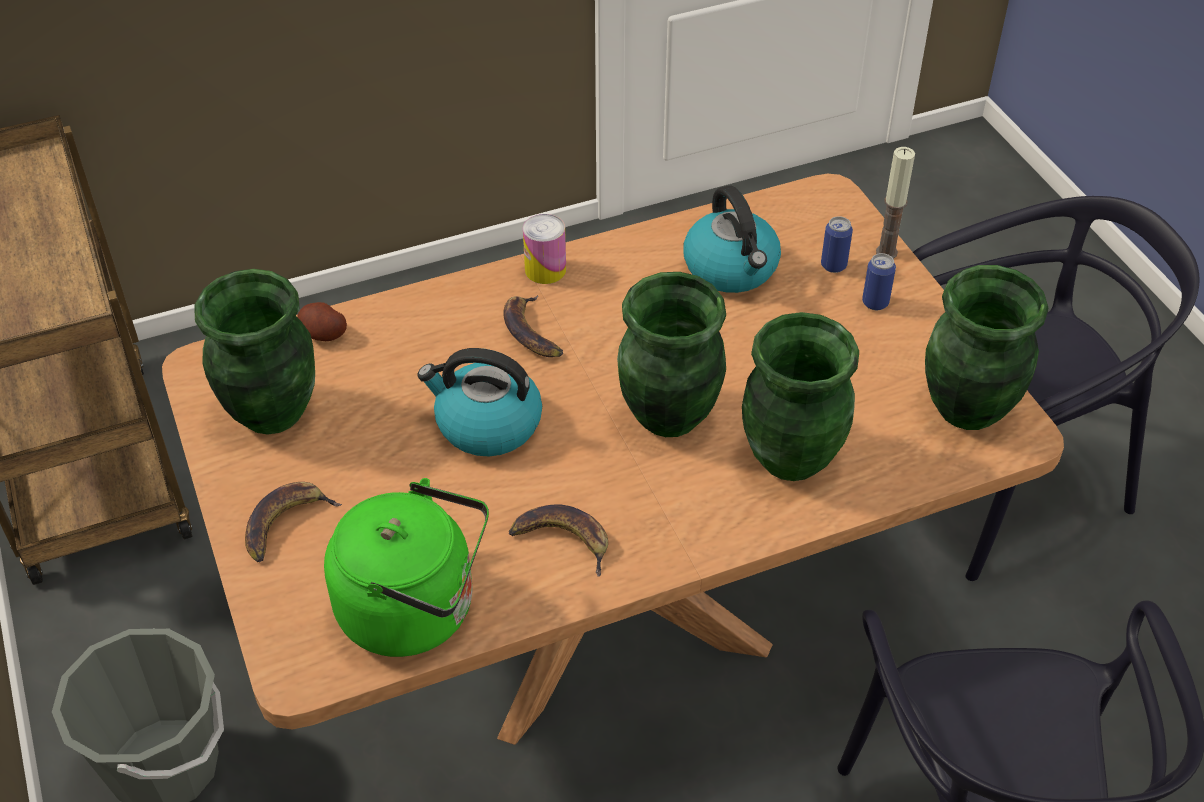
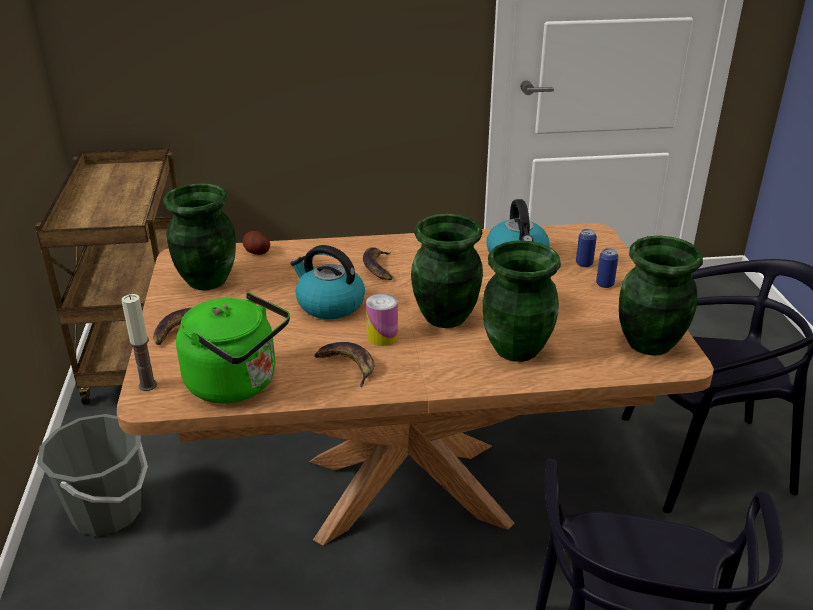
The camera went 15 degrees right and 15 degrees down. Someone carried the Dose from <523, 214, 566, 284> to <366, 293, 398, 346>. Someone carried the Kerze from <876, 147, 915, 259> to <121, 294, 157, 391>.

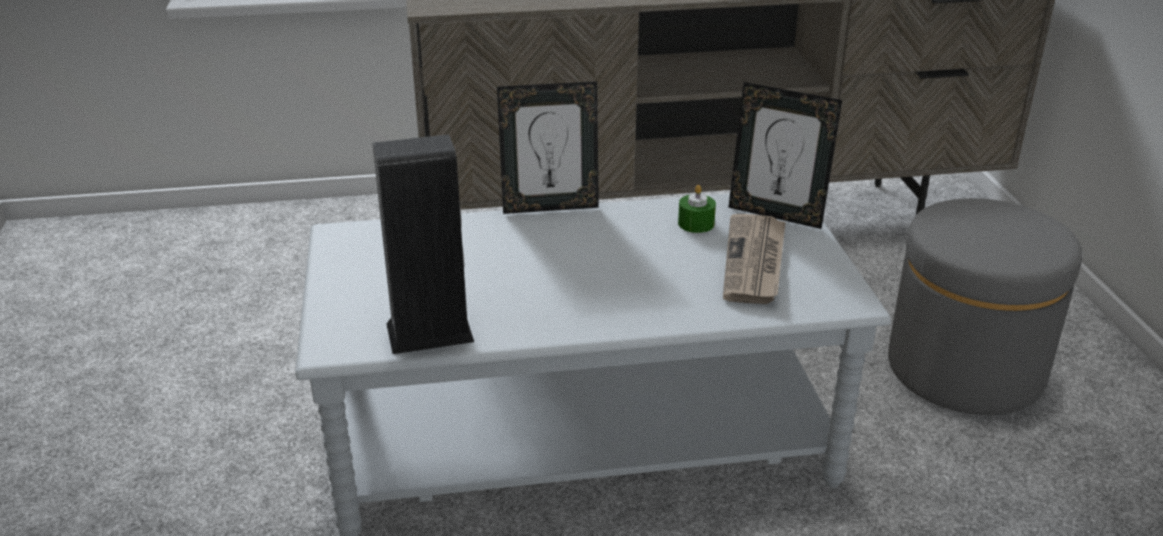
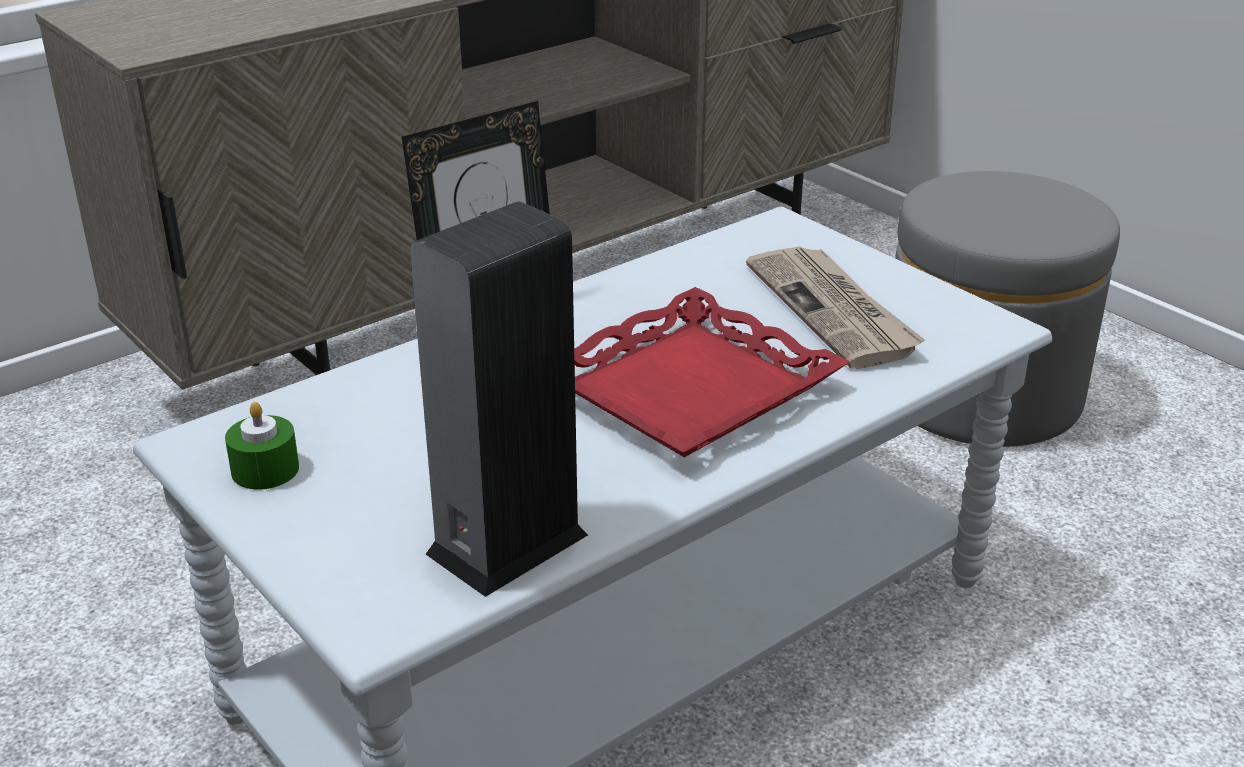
The camera went 30 degrees left and 0 degrees up. Someone took away the Bilderrahmen at <728, 82, 842, 229>. Someone put down the Tablett (rot) at <574, 287, 850, 457>. Someone carried the Kerze (grün) from <678, 185, 716, 233> to <225, 402, 299, 489>.

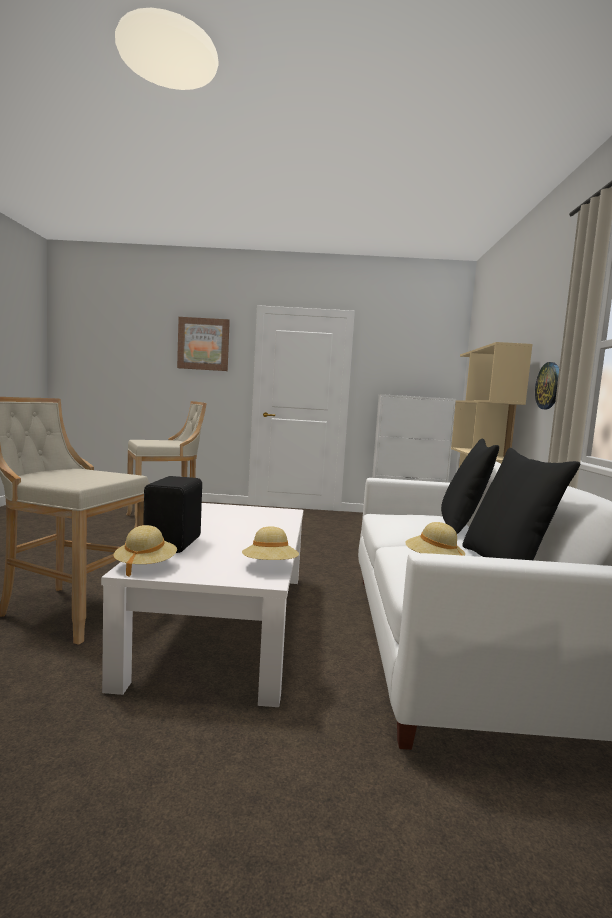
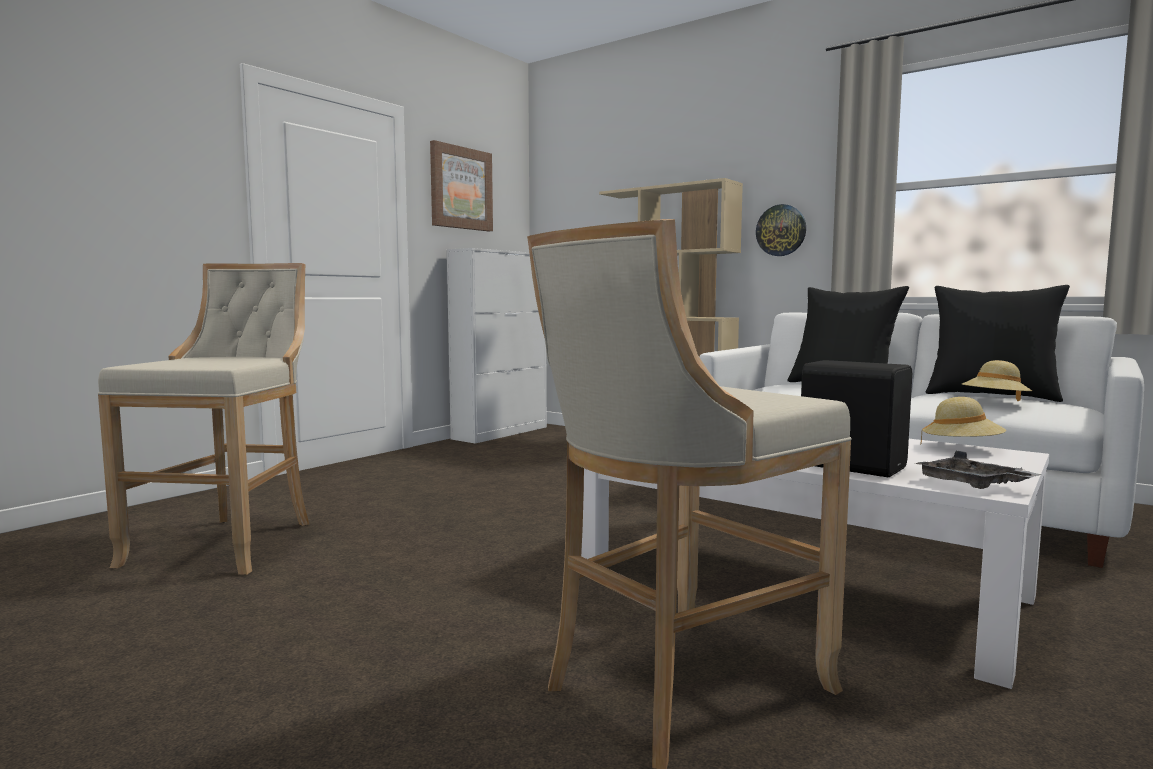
The camera went 55 degrees left and 0 degrees up. Someone carried the Bild from <177, 317, 230, 371> to <430, 140, 493, 231>. Someone swapped the Hut (beige) at <113, 525, 177, 577> for the Tablett (grau) at <915, 451, 1042, 489>.

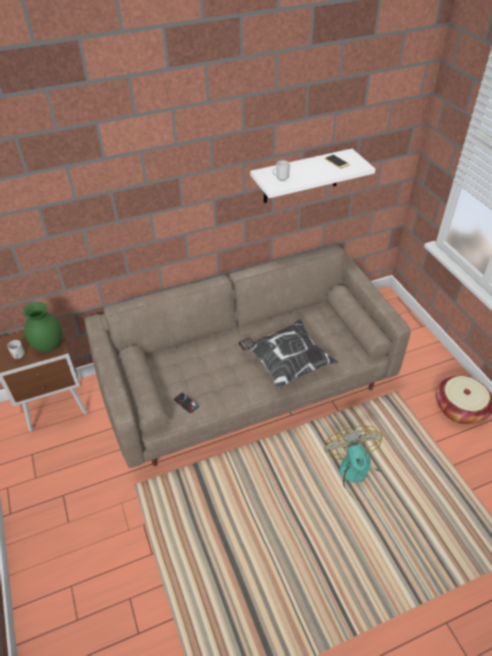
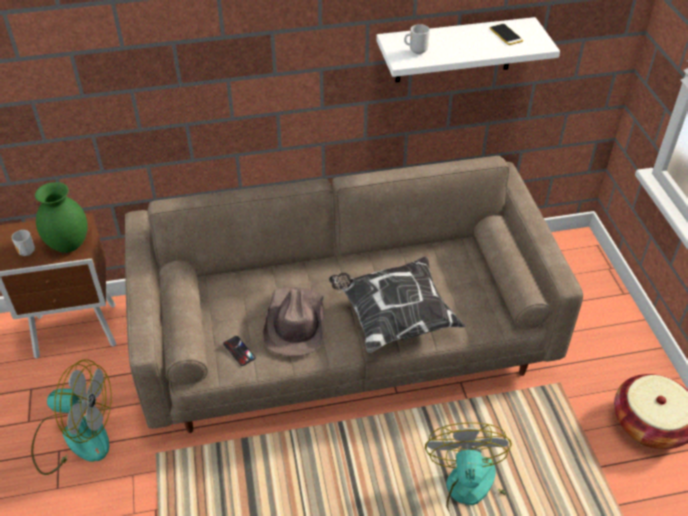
The camera went 10 degrees right and 0 degrees up. Someone put down the Ventilator at <31, 359, 111, 475>. Someone put down the Hut (braun) at <263, 287, 324, 357>.

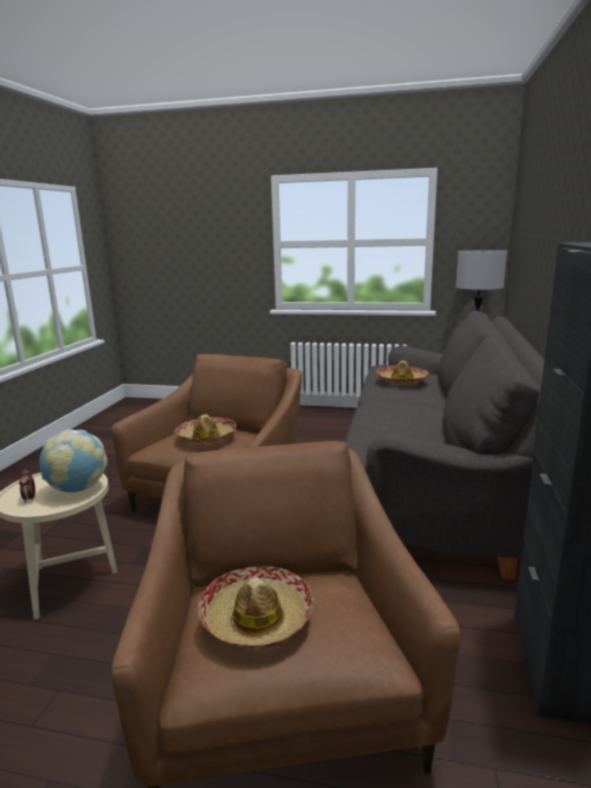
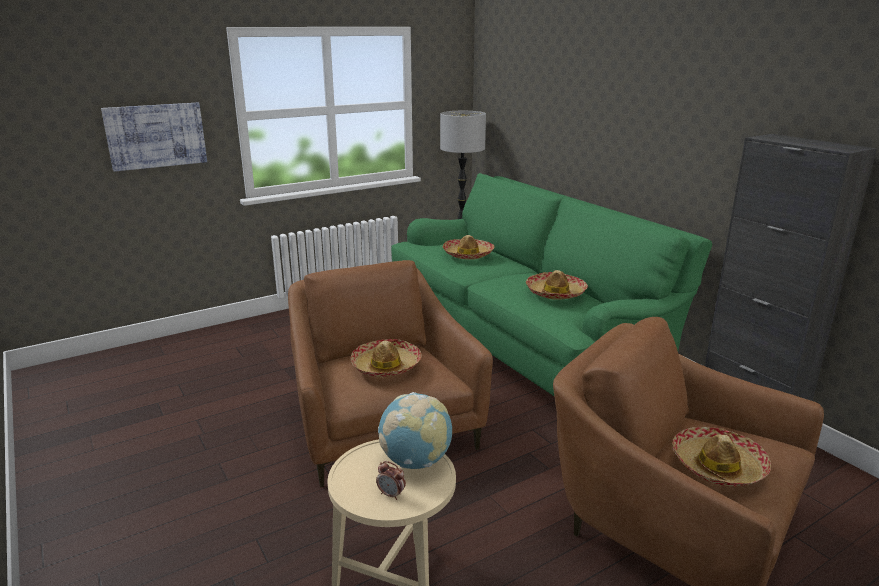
The camera went 45 degrees left and 5 degrees up. Someone put up the Bild at <101, 103, 207, 172>. Someone put down the Hut at <526, 270, 588, 300>. Someone repainted the Sofa (grau) at <344, 310, 545, 579>, which became the Sofa (grün) at <391, 173, 712, 396>.

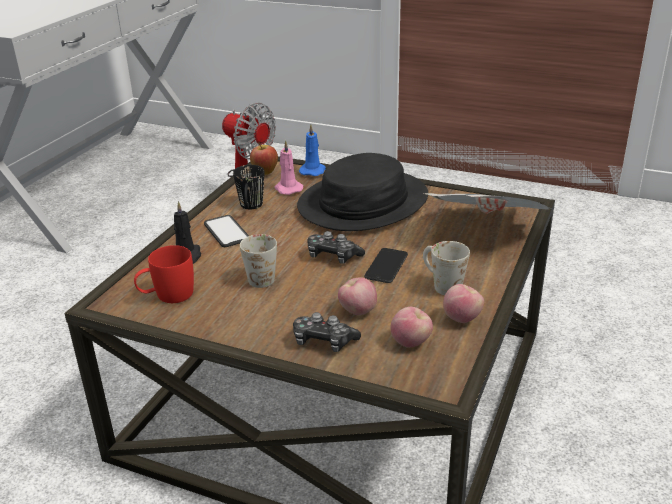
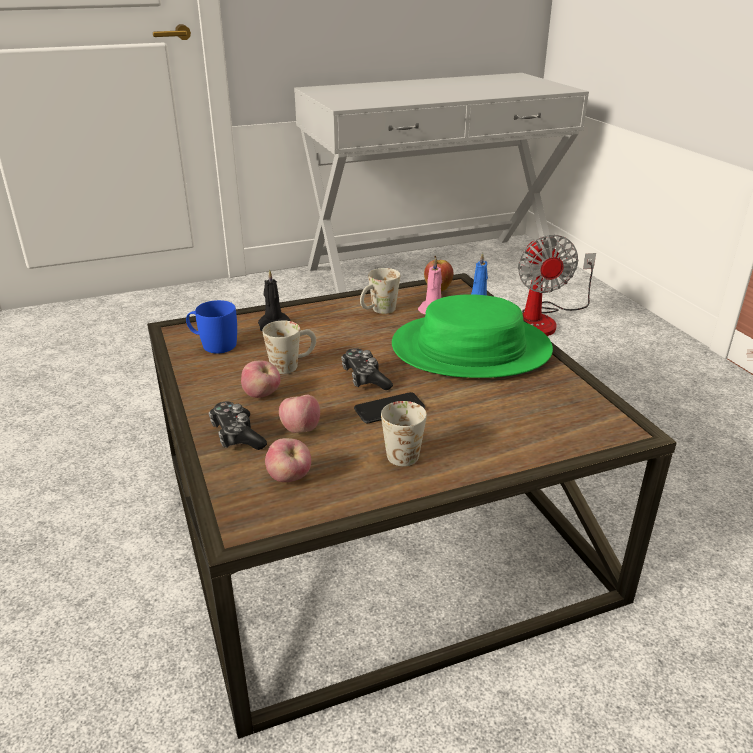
The camera went 45 degrees right and 0 degrees up. Someone took away the Handy at <204, 215, 249, 247>. Someone took away the Zeitung at <424, 193, 551, 214>. Someone carried the Apfel from <443, 284, 484, 323> to <241, 361, 281, 398>. Someone repainted the Henkelbecher (rot) at <134, 245, 194, 303>, which became the Henkelbecher (blau) at <186, 300, 237, 354>. Someone repainted the Henkelbecher (schwarz) at <233, 165, 264, 209>, which became the Henkelbecher (weiß) at <360, 268, 400, 314>. Someone repainted the Hut (schwarz) at <297, 153, 428, 231>, which became the Hut (grün) at <392, 294, 553, 378>.

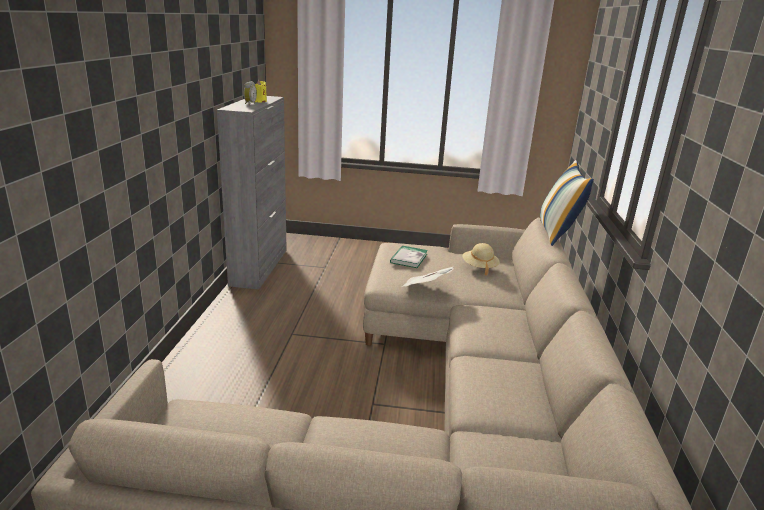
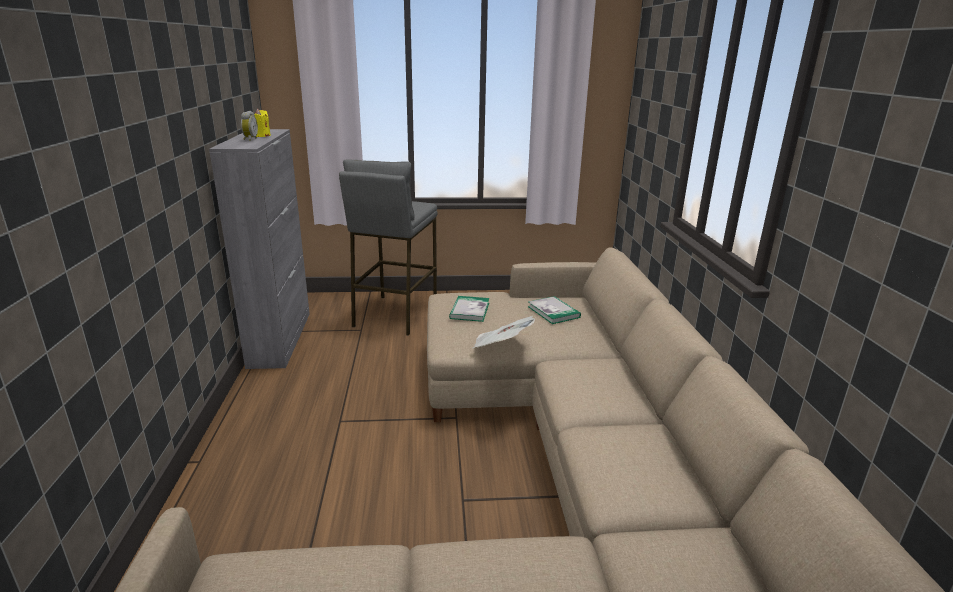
The camera went 10 degrees left and 0 degrees up. Someone took away the Kissen at <540, 160, 594, 246>. Someone put down the Hocker (grau) at <339, 159, 437, 336>. Someone swapped the Hut (beige) at <462, 243, 500, 276> for the Buch at <528, 296, 581, 324>.

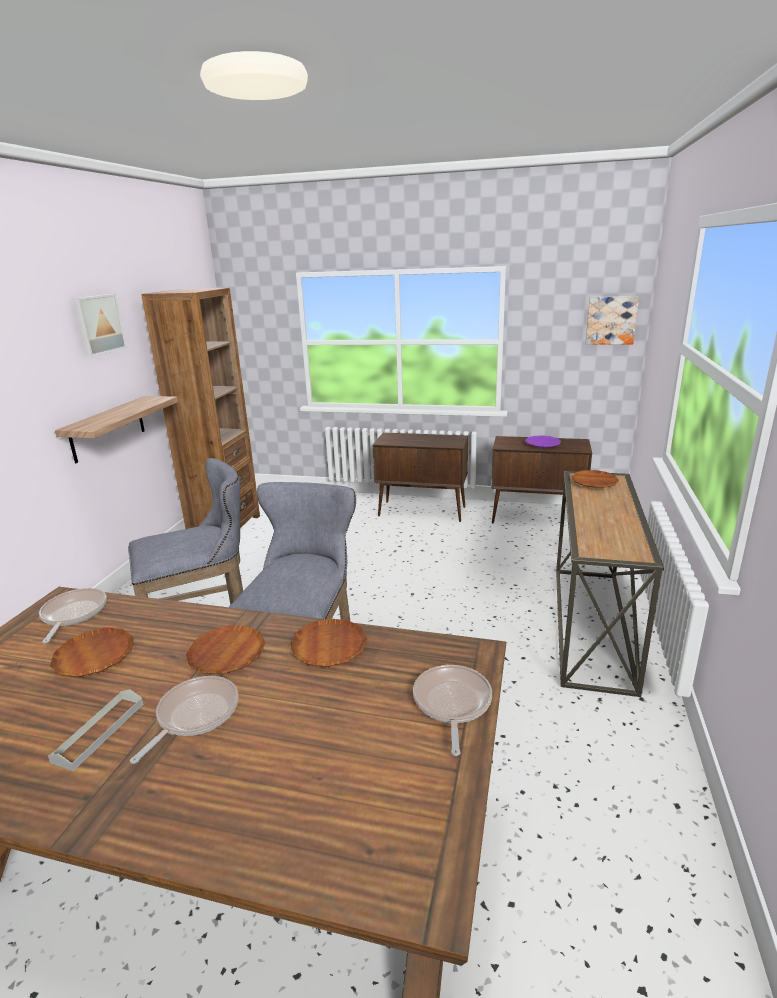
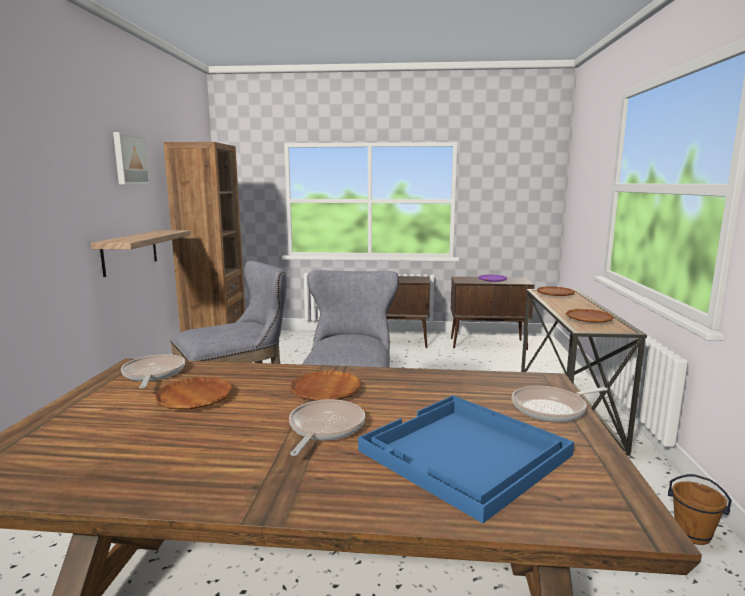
The camera went 10 degrees left and 10 degrees down. Someone took away the Tablett (grau) at <48, 689, 143, 771>. Someone took away the Bild at <585, 296, 639, 345>. Someone put down the Tablett (blau) at <358, 395, 574, 523>. Someone put down the Eimer (braun) at <668, 474, 732, 545>. Someone carried the Teller (braun) from <290, 618, 367, 667> to <565, 309, 614, 323>. Someone rotated the Pfanne at <413, 665, 492, 756> by 105 degrees counterclockwise.

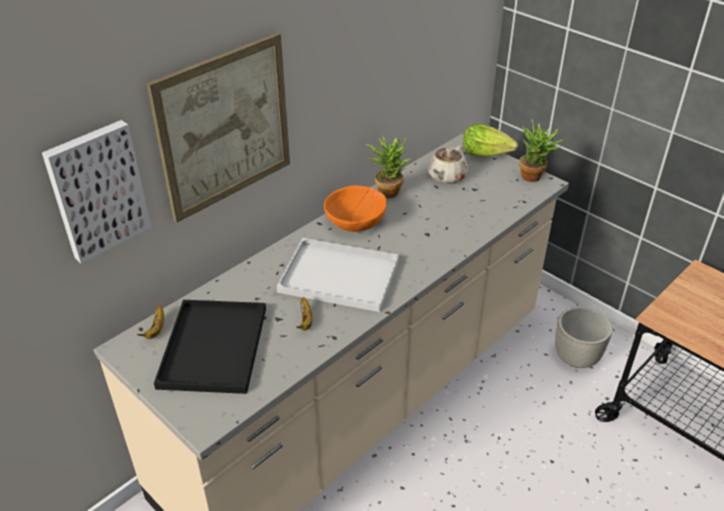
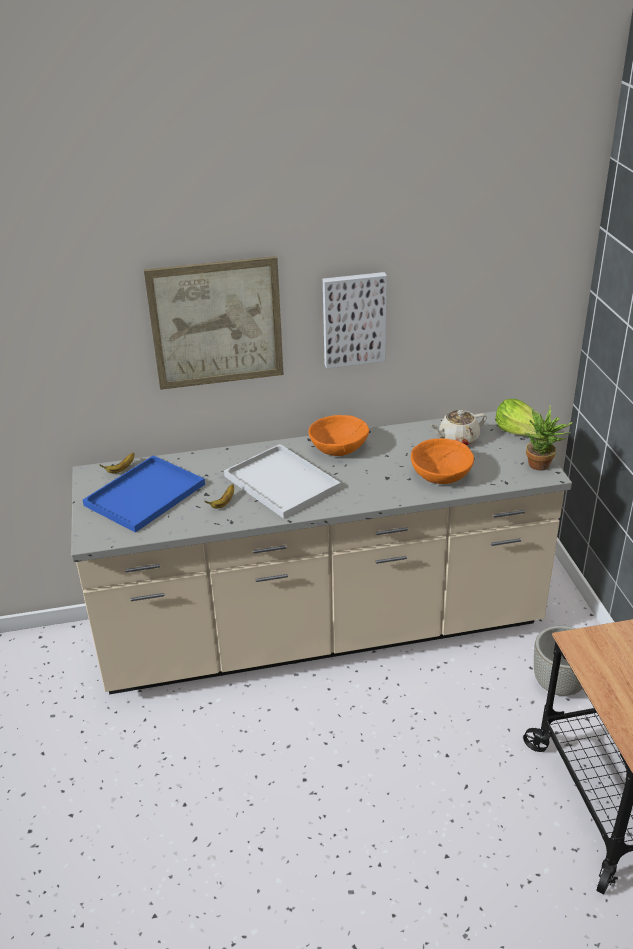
The camera went 35 degrees right and 5 degrees down. Someone took away the Topfpflanze at <366, 135, 411, 198>. Someone put down the Schüssel (orange) at <411, 438, 474, 484>. Someone carried the Bild from <42, 120, 151, 263> to <323, 272, 387, 369>. Someone repainted the Tablett (schwarz) at <154, 300, 266, 394>, which became the Tablett (blau) at <83, 455, 205, 533>.

